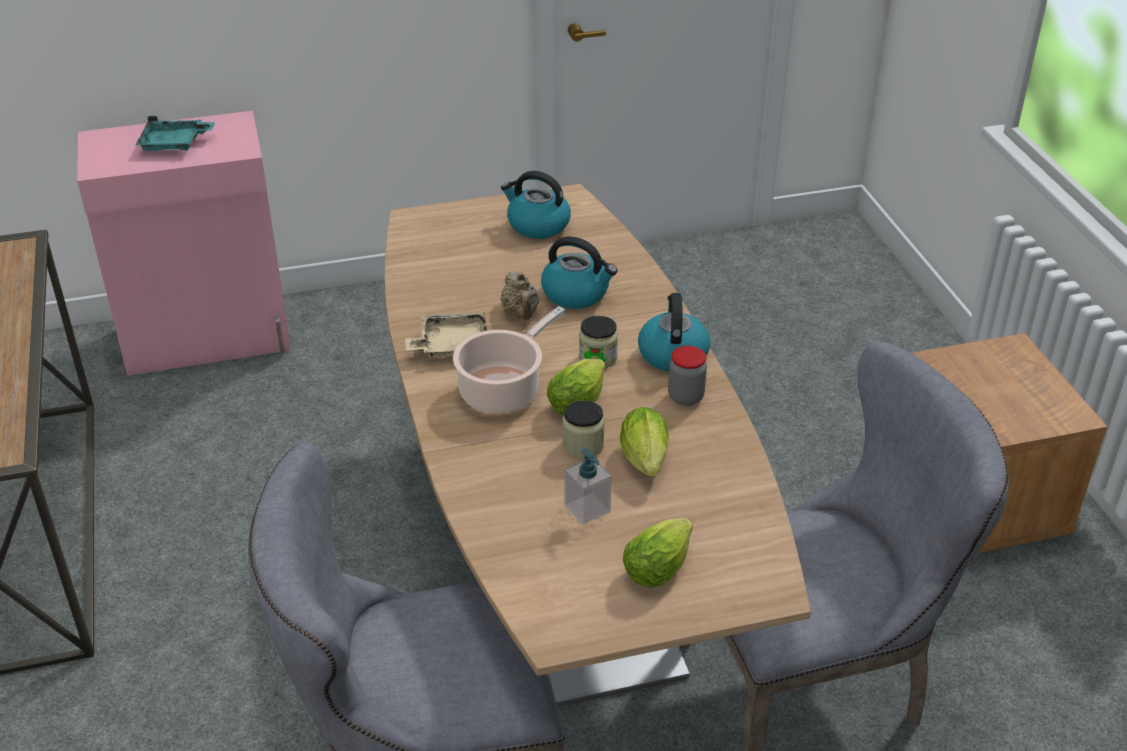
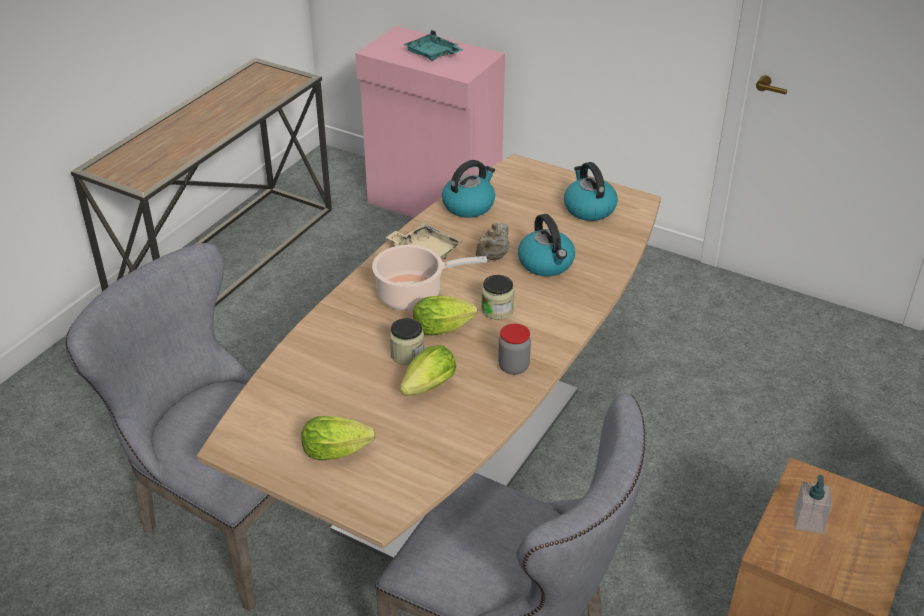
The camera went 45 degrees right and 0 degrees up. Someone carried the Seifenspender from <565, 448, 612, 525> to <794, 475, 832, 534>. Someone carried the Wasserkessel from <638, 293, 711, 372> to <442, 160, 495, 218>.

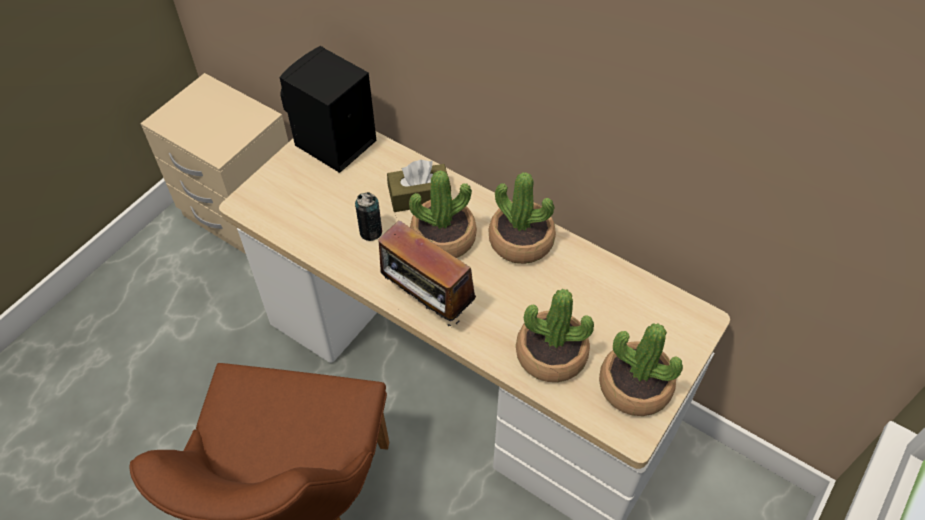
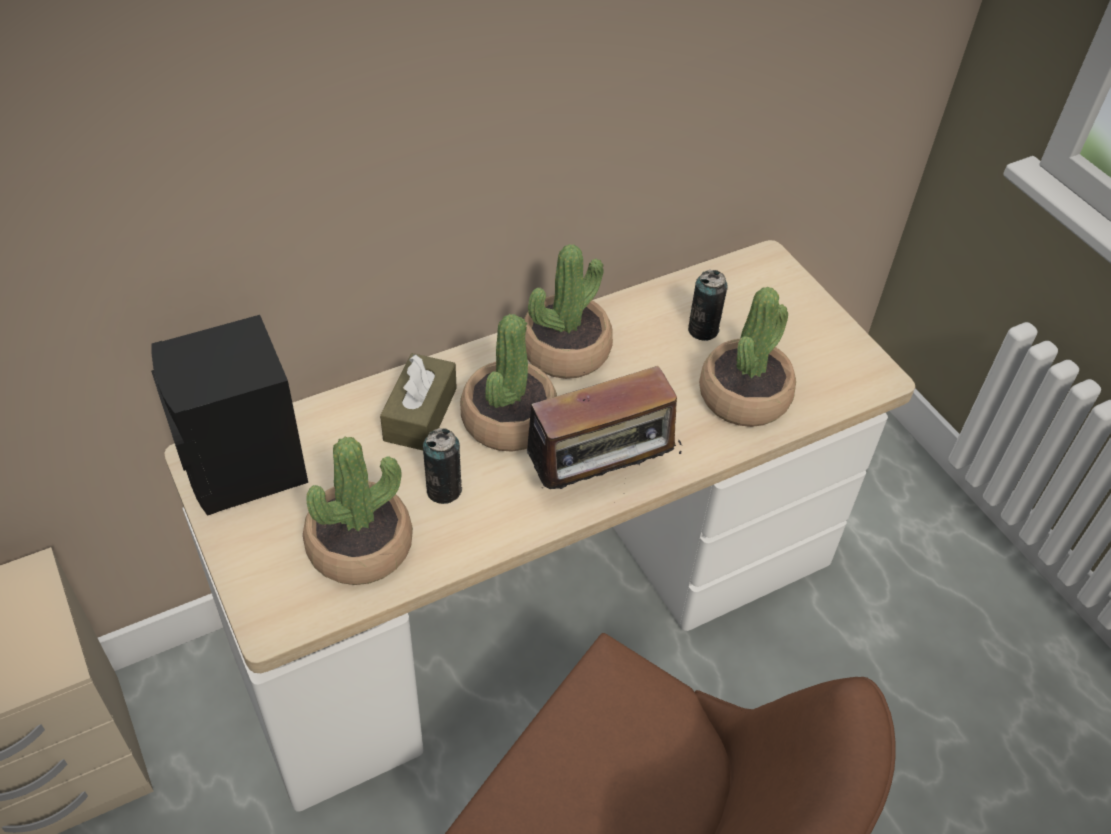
The camera went 65 degrees left and 5 degrees down. Someone put down the Dose at <688, 270, 728, 341>. Someone carried the Topfpflanze from <599, 323, 683, 416> to <303, 437, 413, 585>.

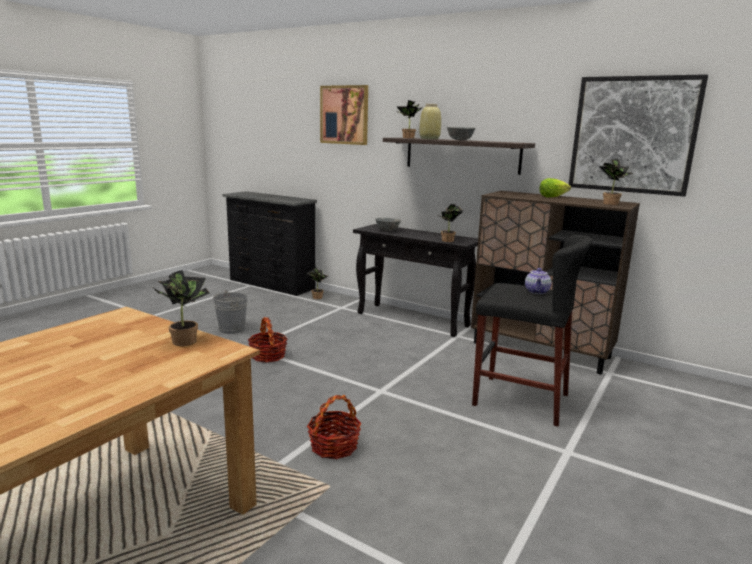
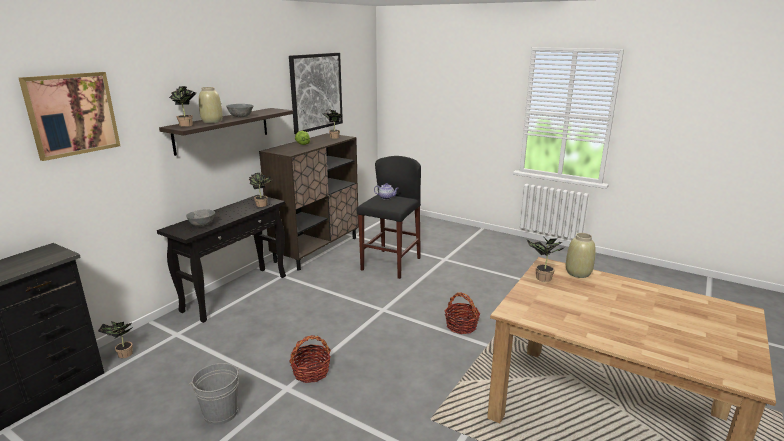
The camera went 90 degrees left and 5 degrees up. Someone put down the Vase (beige) at <566, 233, 596, 278>.

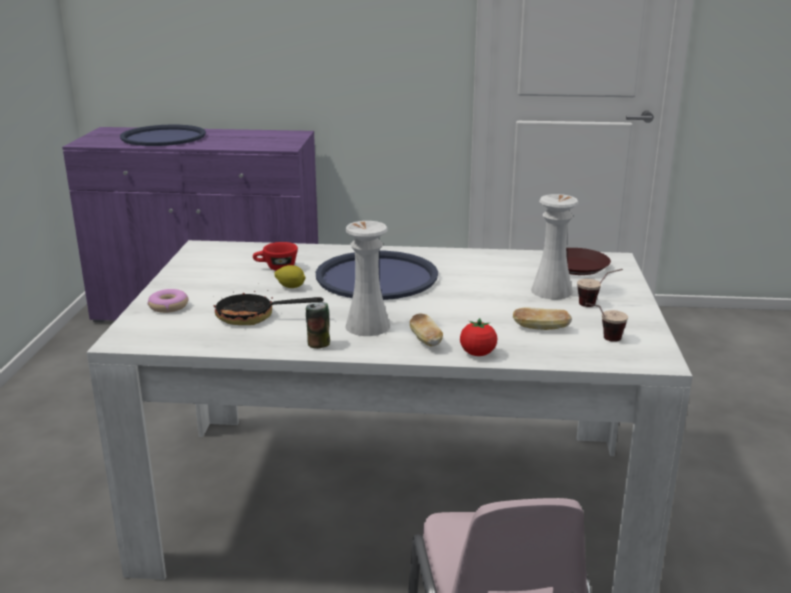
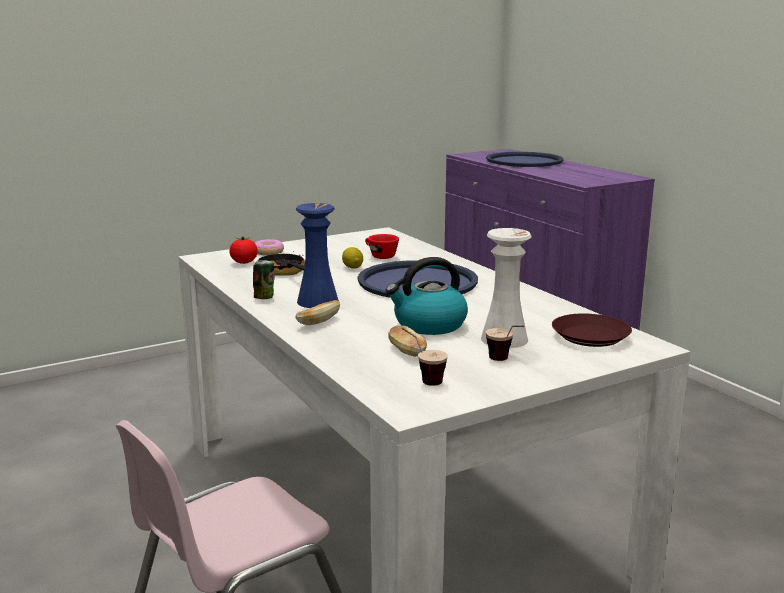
The camera went 55 degrees right and 5 degrees down. Someone put down the Wasserkessel at <386, 257, 468, 335>. Someone carried the Tomate from <460, 318, 497, 356> to <229, 236, 258, 264>. Someone repainted the Vase (weiß) at <345, 221, 390, 336>, which became the Vase (blau) at <296, 203, 339, 308>.

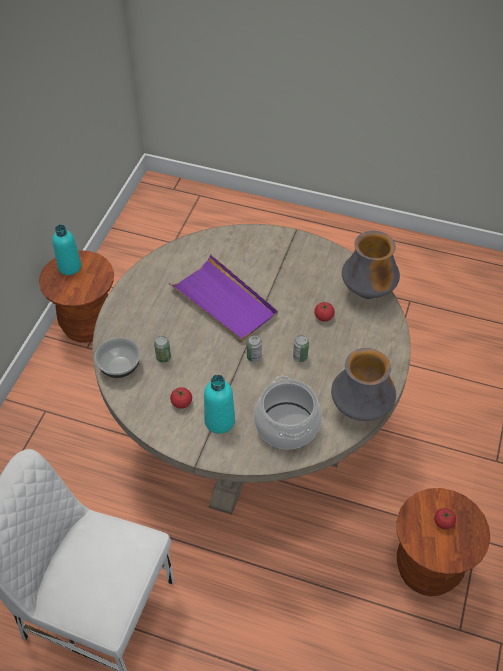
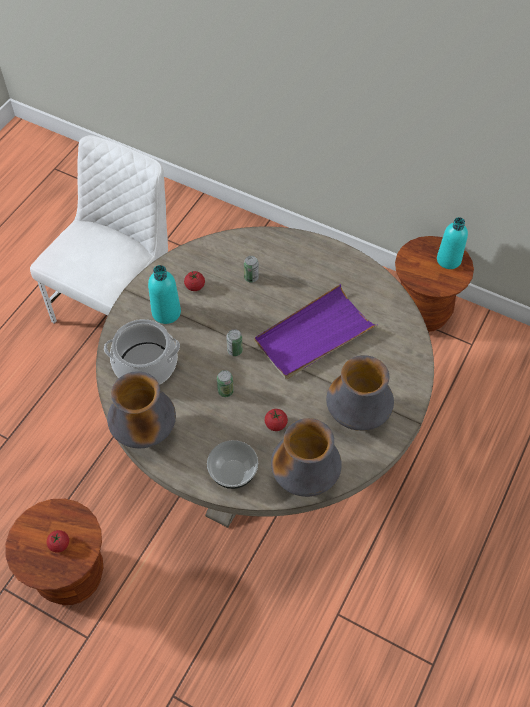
The camera went 100 degrees right and 5 degrees up. Someone put down the Vase at <326, 355, 394, 431>. Someone carried the Schüssel from <95, 338, 140, 378> to <207, 440, 258, 489>.

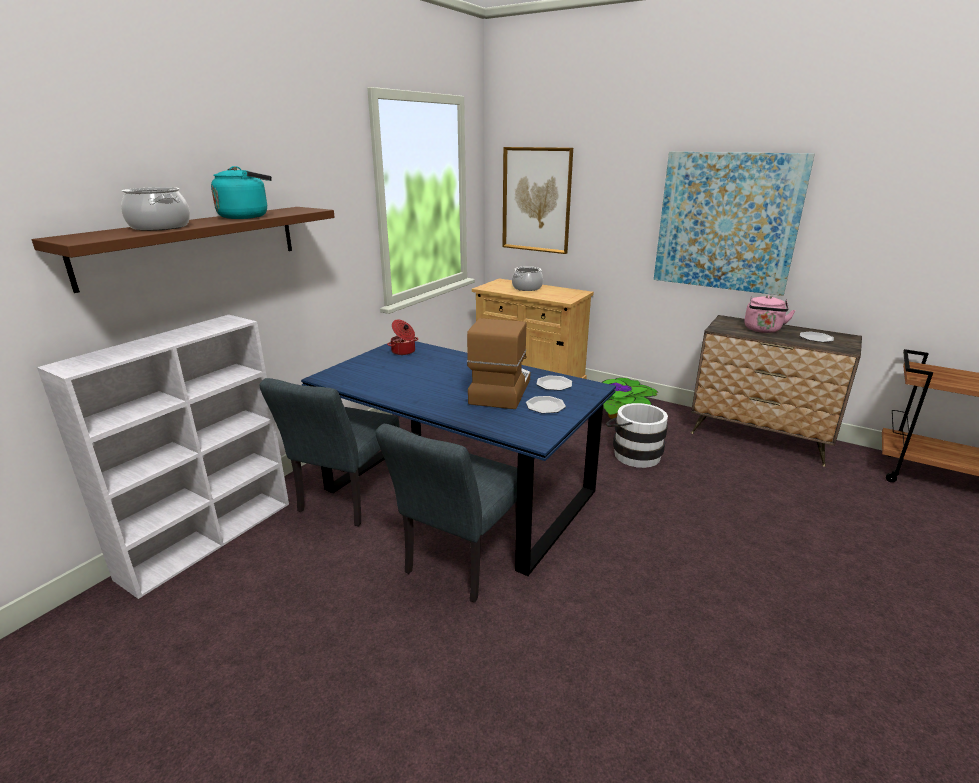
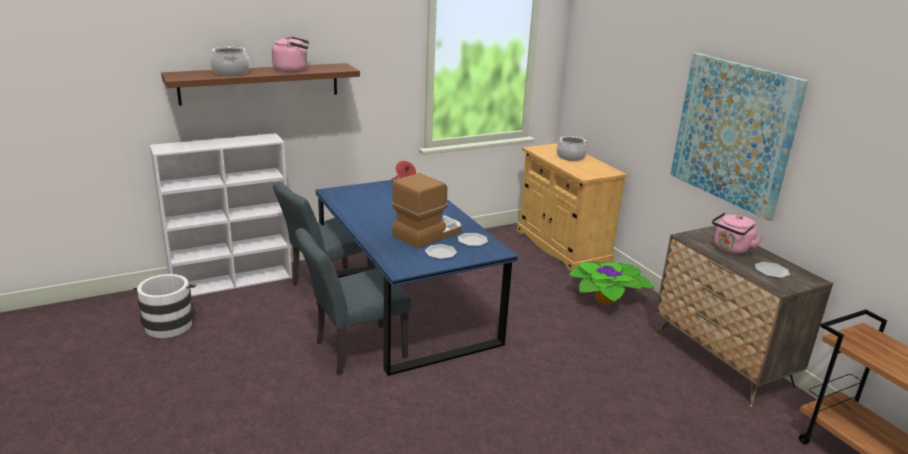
The camera went 30 degrees right and 0 degrees up. Someone took away the Bild at <503, 147, 573, 254>. Someone carried the Eimer (weiß) from <606, 403, 668, 468> to <133, 274, 196, 338>. Someone repainted the Wasserkessel (türkis) at <211, 166, 272, 219>, which became the Wasserkessel (rosa) at <272, 36, 309, 72>.

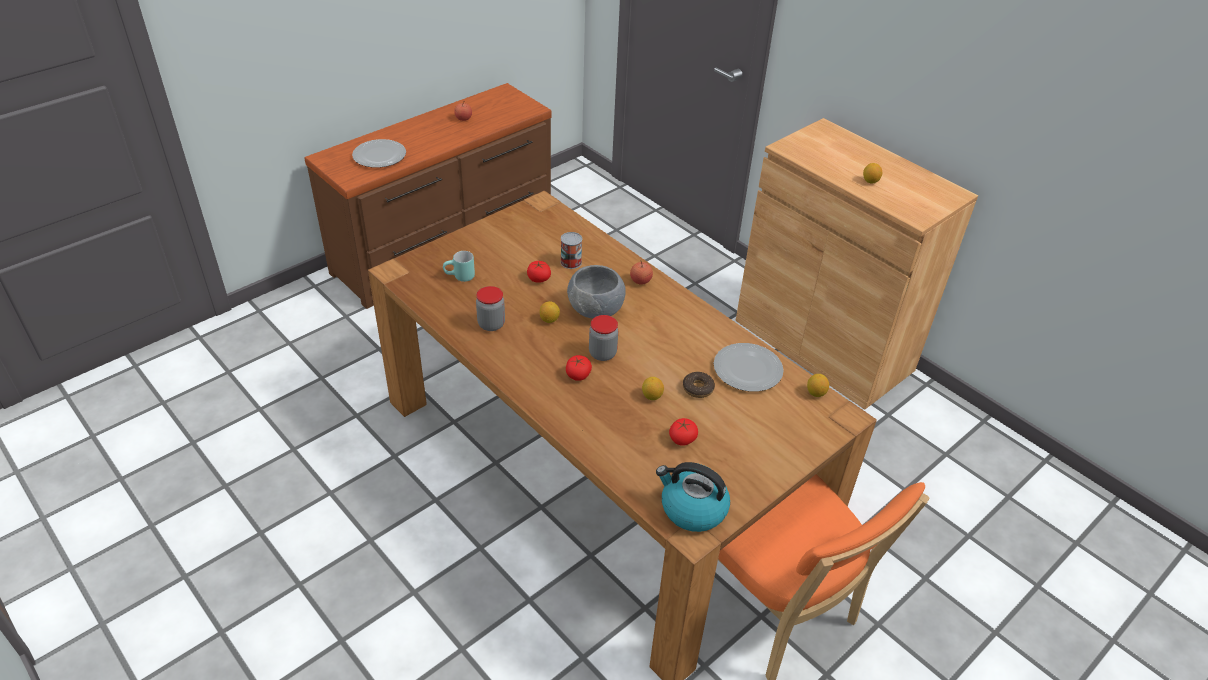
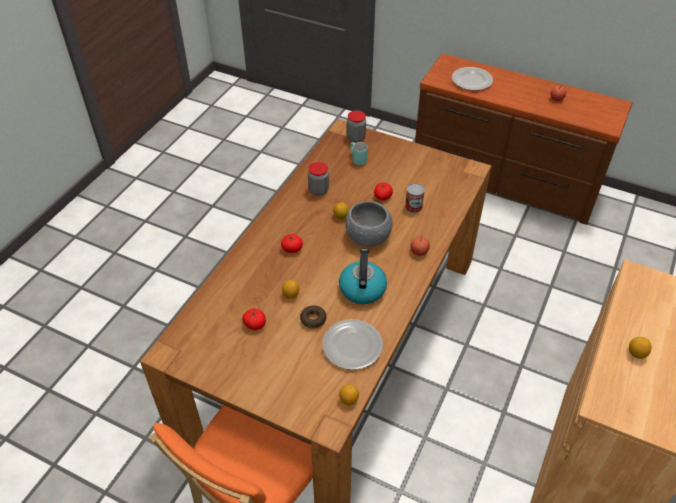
The camera went 70 degrees right and 5 degrees up. Someone carried the Vorratsglas from <589, 315, 618, 361> to <347, 111, 366, 142>. Someone carried the Wasserkessel from <656, 462, 730, 532> to <339, 249, 387, 304>.

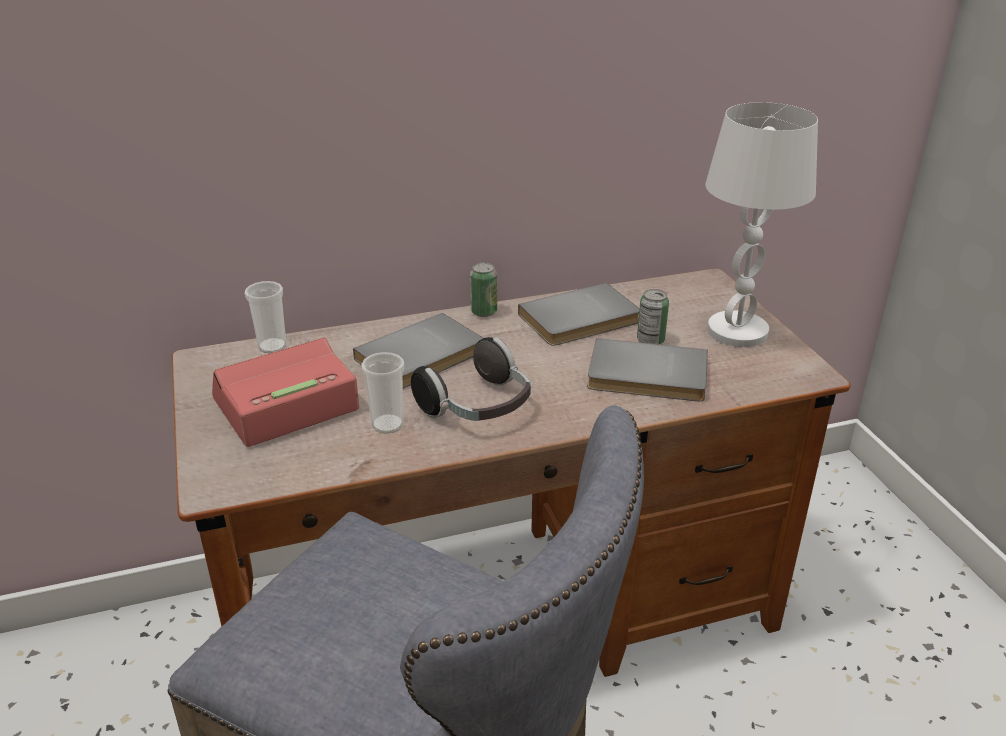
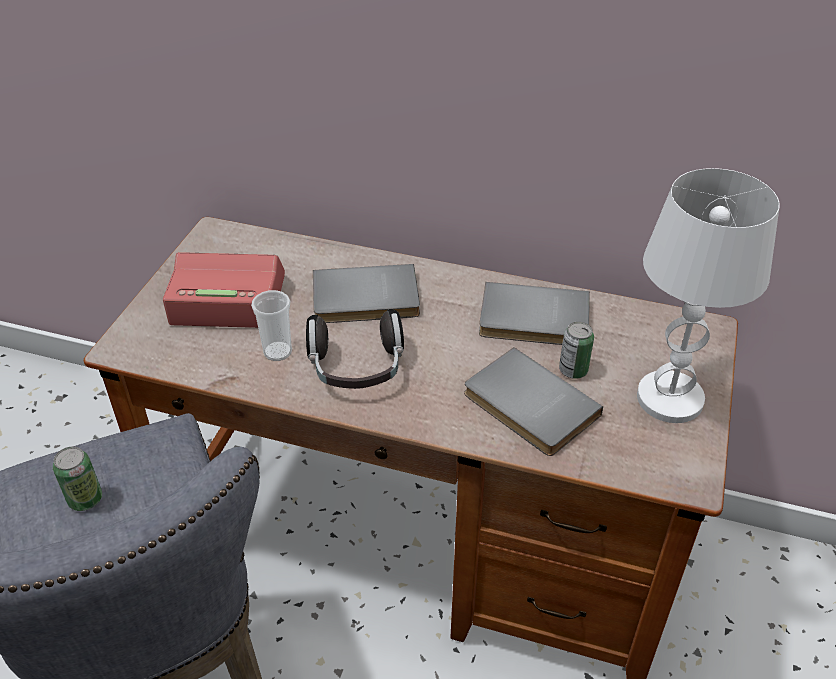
The camera went 35 degrees right and 10 degrees up. Someone took away the Tasse at <244, 281, 287, 353>. Someone carried the Dose from <470, 262, 497, 317> to <53, 446, 102, 511>.

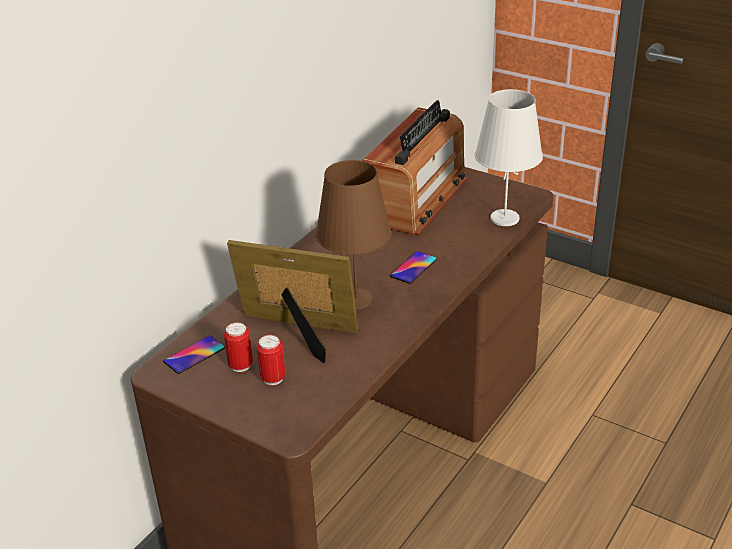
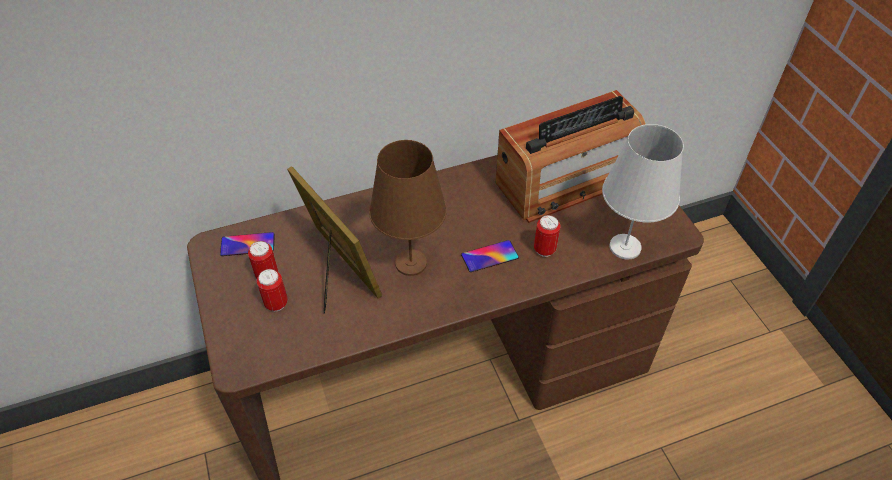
The camera went 35 degrees right and 15 degrees up. Someone put down the Dose at <534, 215, 561, 257>.

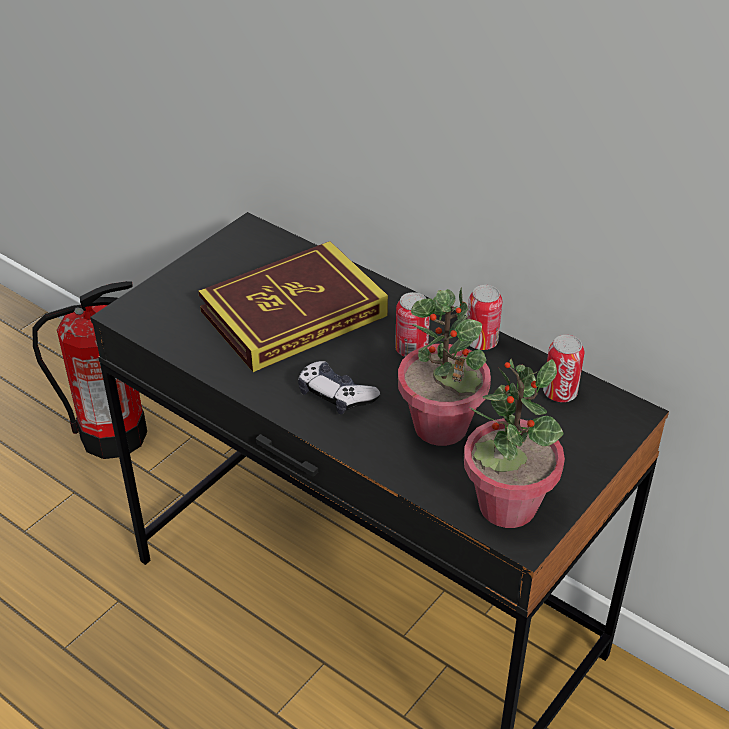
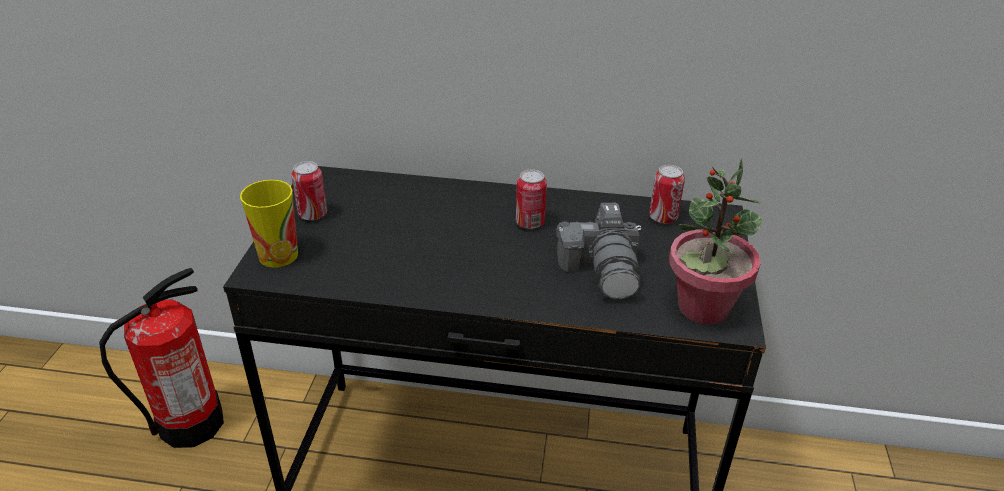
The camera went 30 degrees left and 5 degrees down. Someone took away the Buch at <198, 241, 388, 372>. Someone took away the Gamepad at <298, 361, 380, 415>. Someone put down the Tasse at <240, 180, 298, 268>. Someone carried the Dose from <467, 285, 502, 350> to <291, 161, 327, 220>. Someone swapped the Topfpflanze at <398, 287, 491, 446> for the Kamera at <556, 203, 641, 299>.

